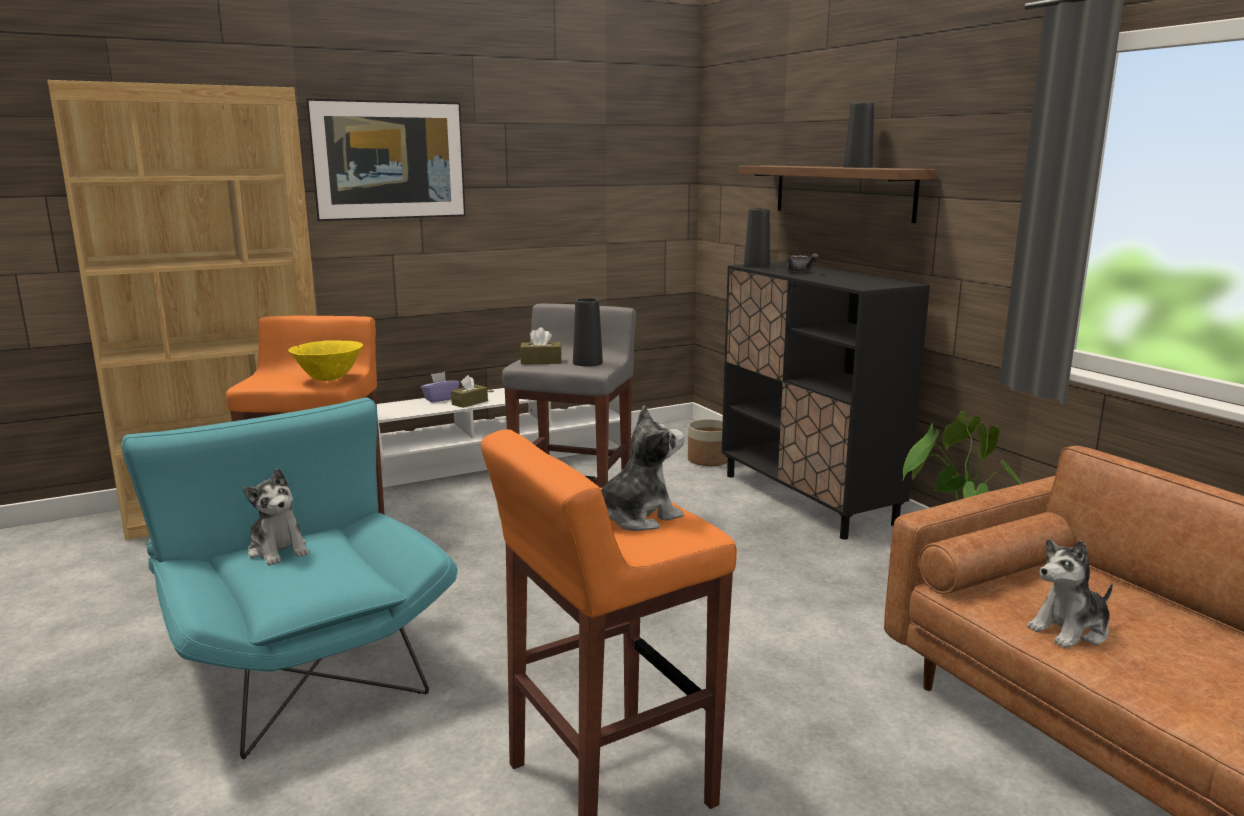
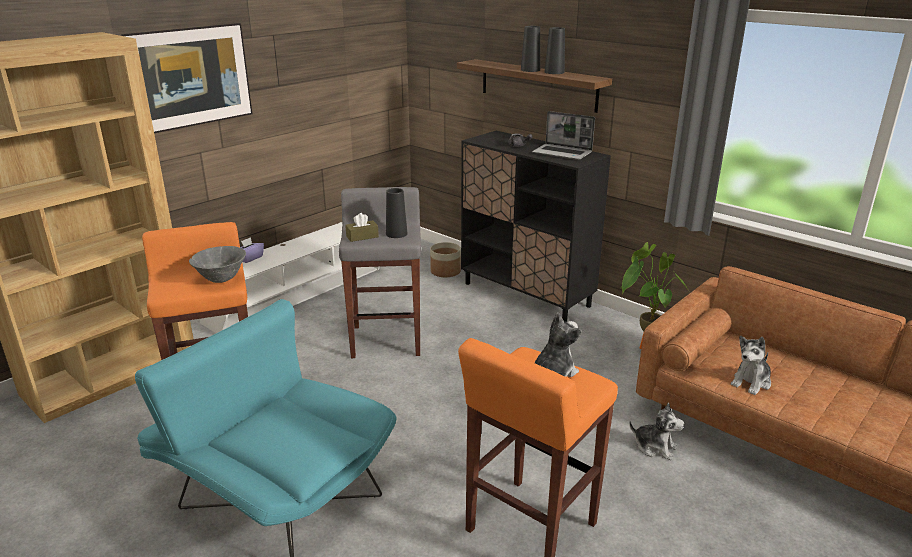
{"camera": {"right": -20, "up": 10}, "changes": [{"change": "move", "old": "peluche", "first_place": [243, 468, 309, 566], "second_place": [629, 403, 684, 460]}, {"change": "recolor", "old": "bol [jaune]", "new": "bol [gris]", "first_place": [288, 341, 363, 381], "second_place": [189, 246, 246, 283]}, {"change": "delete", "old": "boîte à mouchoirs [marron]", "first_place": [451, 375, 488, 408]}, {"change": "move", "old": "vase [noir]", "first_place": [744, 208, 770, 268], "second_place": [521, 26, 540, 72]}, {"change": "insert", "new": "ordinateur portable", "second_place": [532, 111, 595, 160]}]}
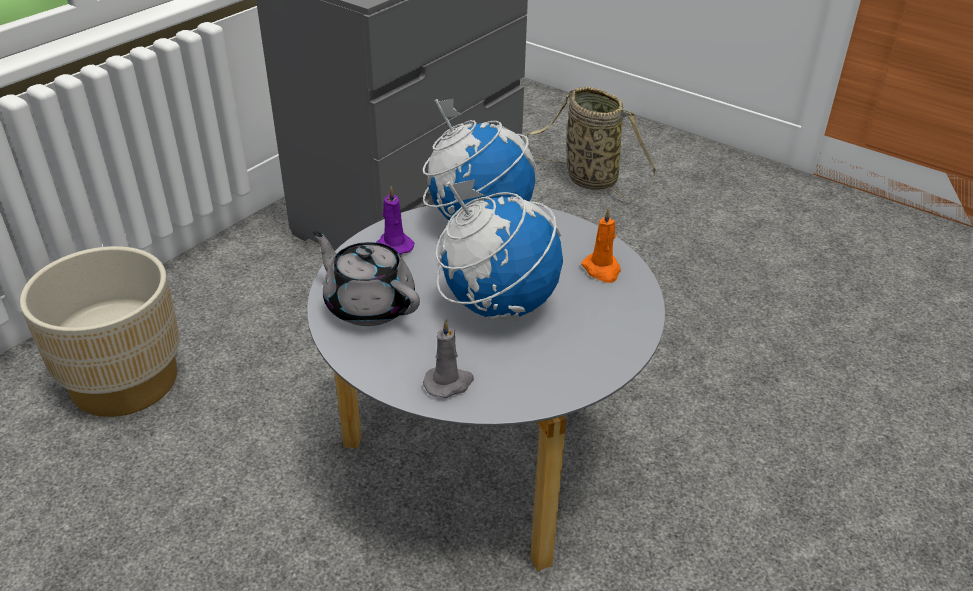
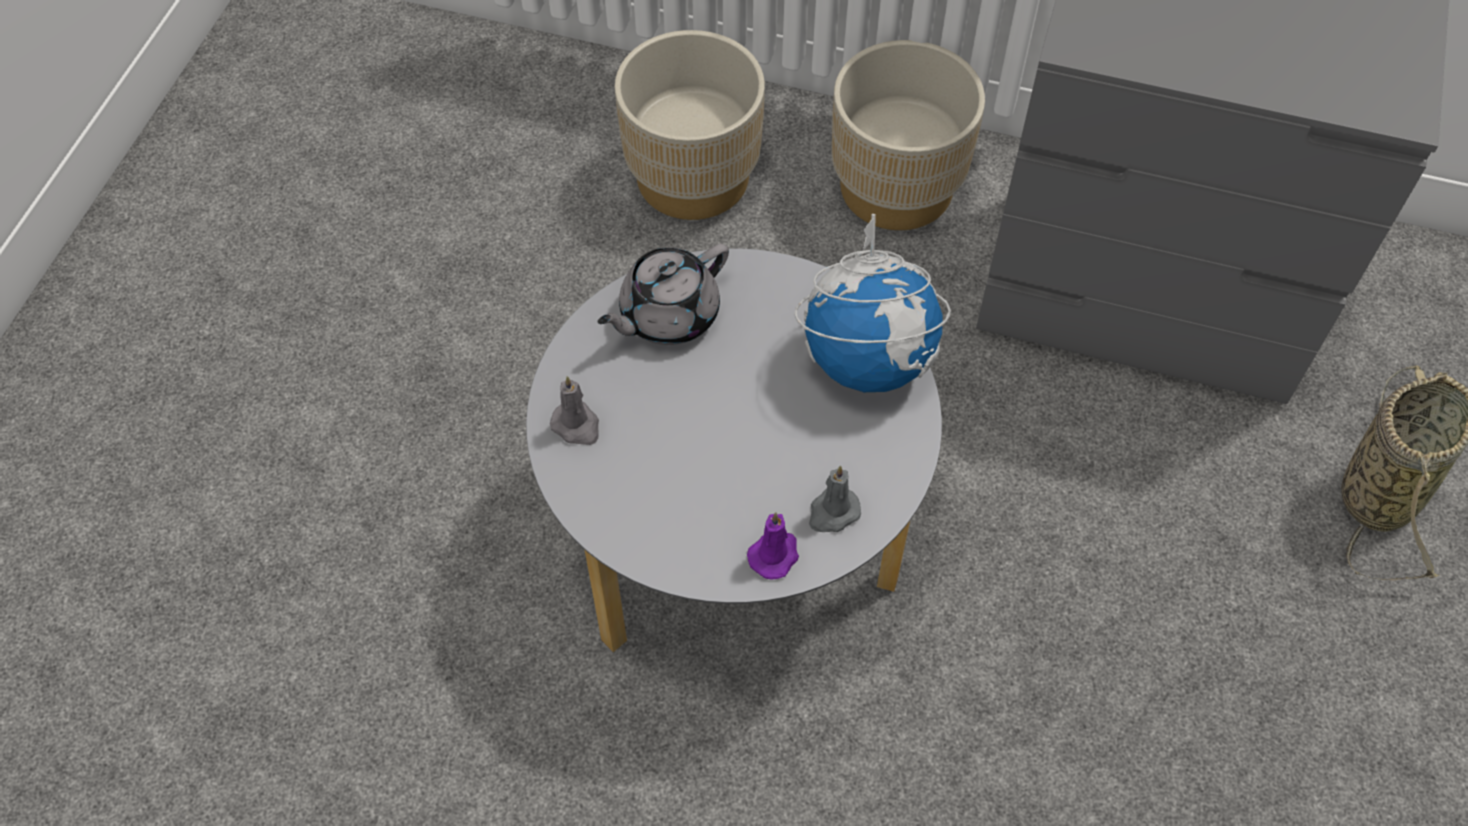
{"camera": {"right": 70, "up": 20}, "changes": [{"change": "rotate", "old": "théière [gris]", "first_place": [312, 231, 420, 326], "second_place": [598, 244, 729, 345], "degrees": -150}, {"change": "move", "old": "bougie [violet]", "first_place": [377, 186, 414, 255], "second_place": [747, 512, 799, 580]}, {"change": "delete", "old": "globe", "first_place": [436, 179, 563, 322]}, {"change": "recolor", "old": "bougie [orange]", "new": "bougie [gris]", "first_place": [581, 208, 621, 283], "second_place": [809, 466, 861, 532]}, {"change": "insert", "new": "cache-pot [beige]", "second_place": [832, 40, 985, 230]}]}
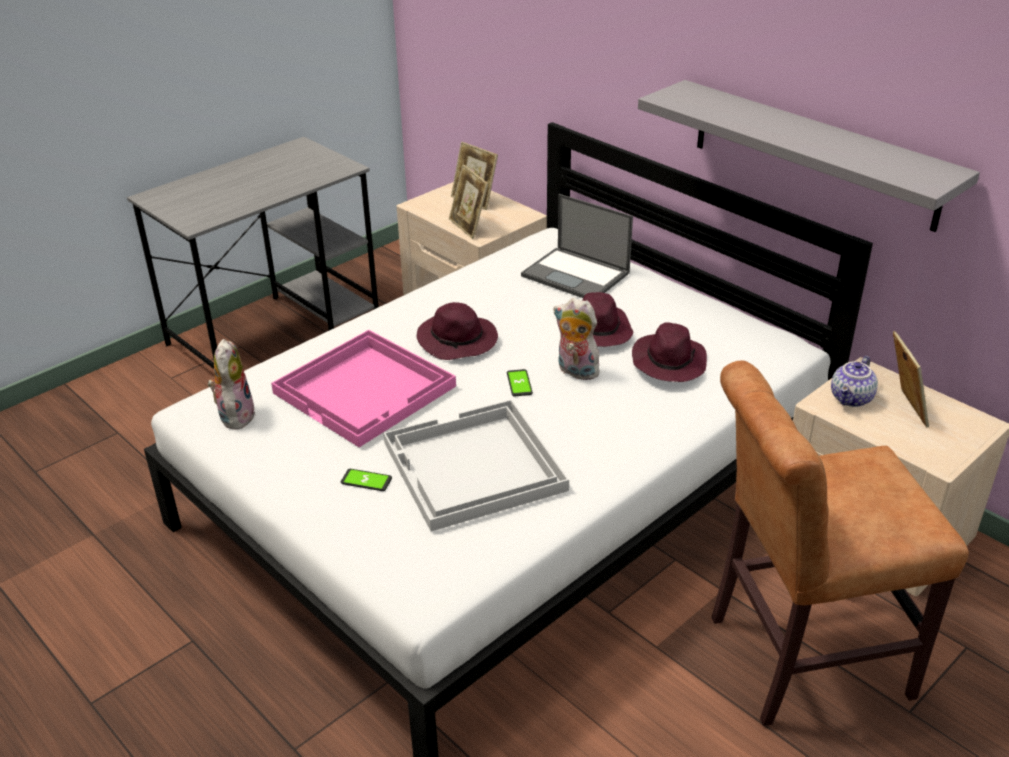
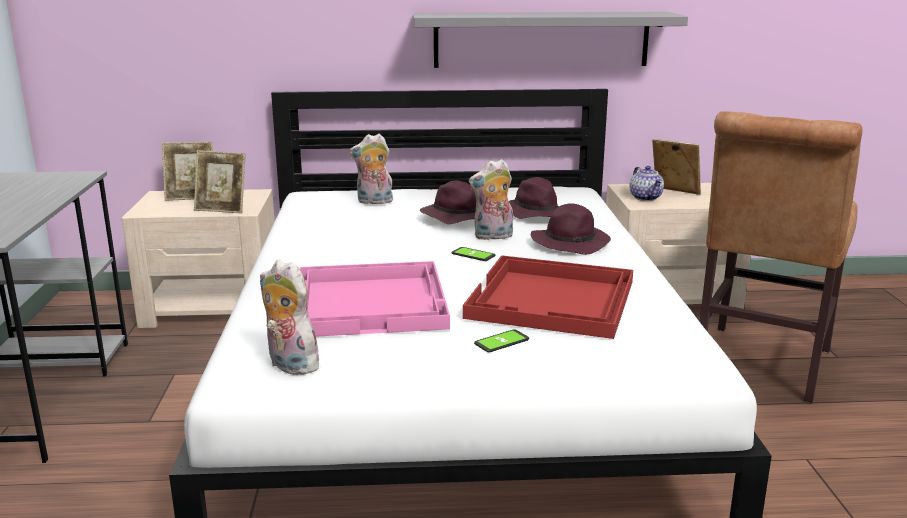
{"camera": {"right": -50, "up": -15}, "changes": [{"change": "recolor", "old": "plateau [blanc]", "new": "plateau [rouge]", "first_place": [384, 399, 569, 531], "second_place": [463, 255, 633, 339]}, {"change": "move", "old": "chapeau [violet]", "first_place": [417, 302, 498, 360], "second_place": [531, 203, 611, 255]}, {"change": "replace", "old": "ordinateur portable", "new": "peluche", "first_place": [521, 194, 633, 298], "second_place": [349, 134, 393, 204]}]}
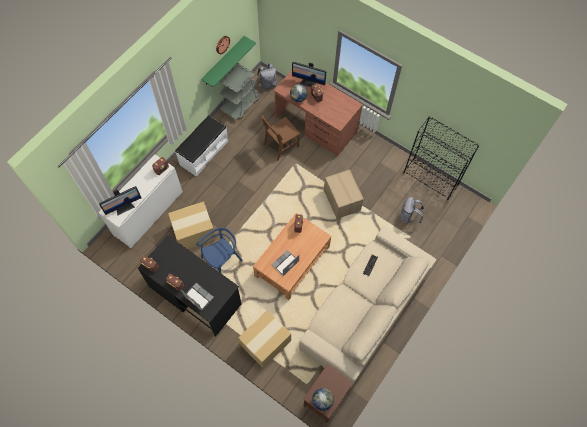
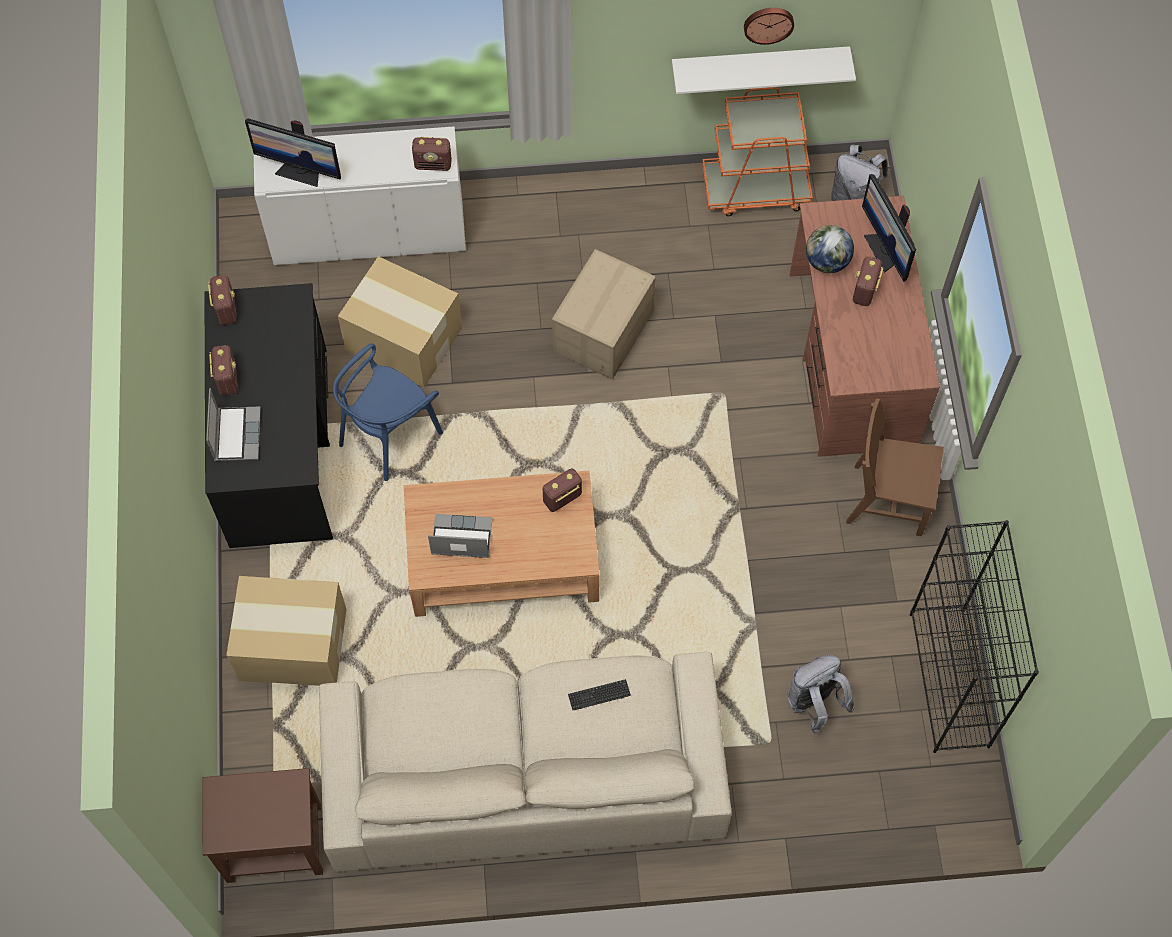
{"camera": {"right": 50, "up": 0}, "changes": [{"change": "delete", "old": "banc [blanc]", "first_place": [175, 115, 229, 177]}, {"change": "rotate", "old": "chaise [bleu]", "first_place": [196, 227, 242, 273], "second_place": [333, 343, 443, 481], "degrees": 120}, {"change": "recolor", "old": "étagère [vert]", "new": "étagère [blanc]", "first_place": [201, 36, 256, 87], "second_place": [672, 46, 856, 94]}, {"change": "recolor", "old": "chariot [gris]", "new": "chariot [orange]", "first_place": [220, 63, 260, 120], "second_place": [702, 87, 813, 216]}, {"change": "move", "old": "chaise [marron]", "first_place": [262, 115, 301, 161], "second_place": [846, 399, 944, 536]}, {"change": "delete", "old": "globe", "first_place": [312, 388, 334, 411]}, {"change": "move", "old": "carton", "first_place": [324, 170, 364, 219], "second_place": [552, 249, 656, 380]}]}
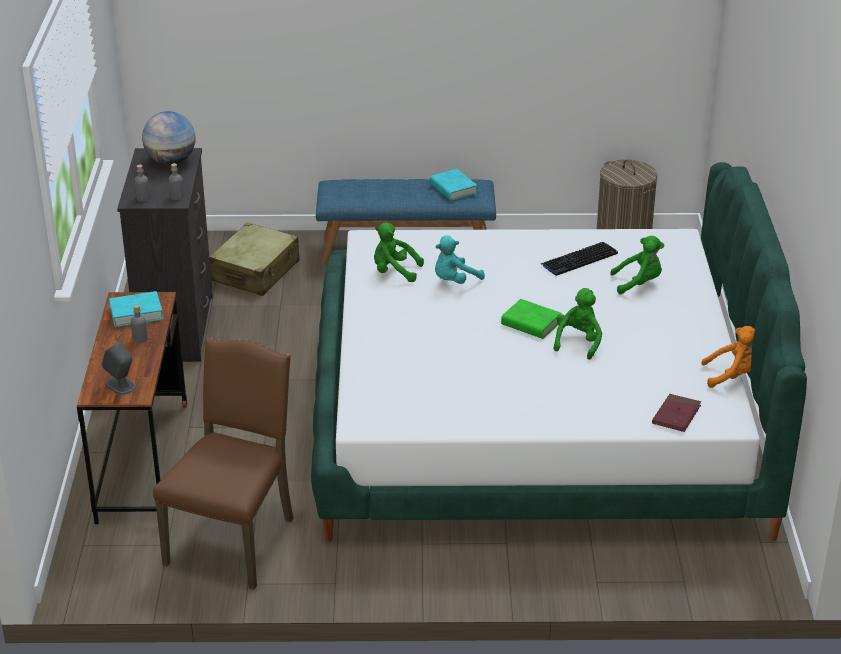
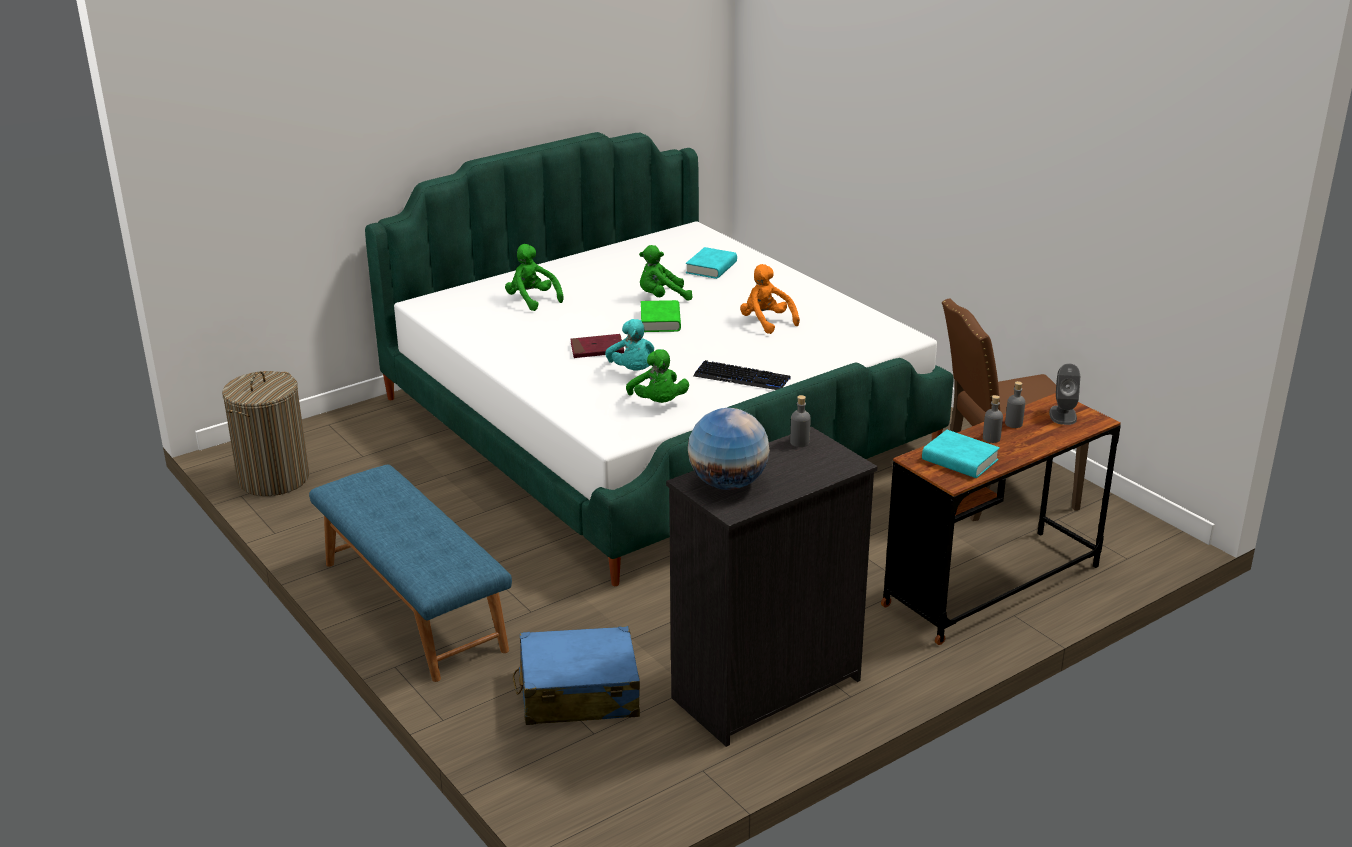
{"camera": {"right": -125, "up": -5}, "changes": [{"change": "move", "old": "bouteille [gris]", "first_place": [134, 165, 150, 202], "second_place": [1005, 381, 1025, 428]}, {"change": "recolor", "old": "valise [beige]", "new": "valise [bleu]", "first_place": [209, 222, 300, 296], "second_place": [513, 626, 640, 725]}, {"change": "move", "old": "livre [turquoise]", "first_place": [430, 169, 477, 201], "second_place": [686, 247, 737, 279]}, {"change": "rotate", "old": "peluche [turquoise]", "first_place": [435, 236, 485, 284], "second_place": [605, 319, 660, 371], "degrees": 60}, {"change": "move", "old": "clavier", "first_place": [541, 242, 618, 276], "second_place": [693, 360, 790, 390]}, {"change": "move", "old": "livre [rouge]", "first_place": [652, 394, 701, 432], "second_place": [570, 334, 624, 358]}, {"change": "move", "old": "peluche [orange]", "first_place": [701, 326, 755, 388], "second_place": [740, 264, 800, 334]}]}
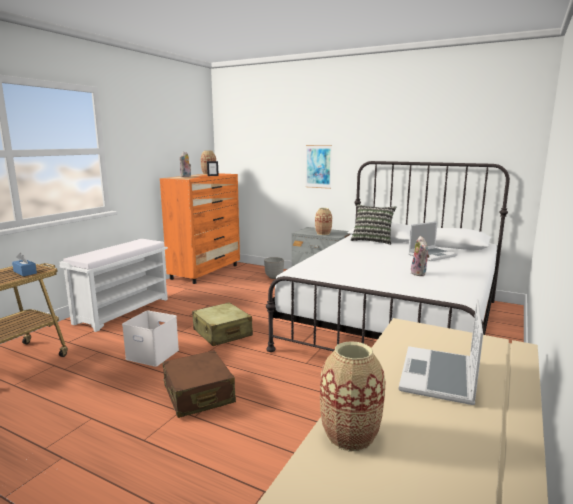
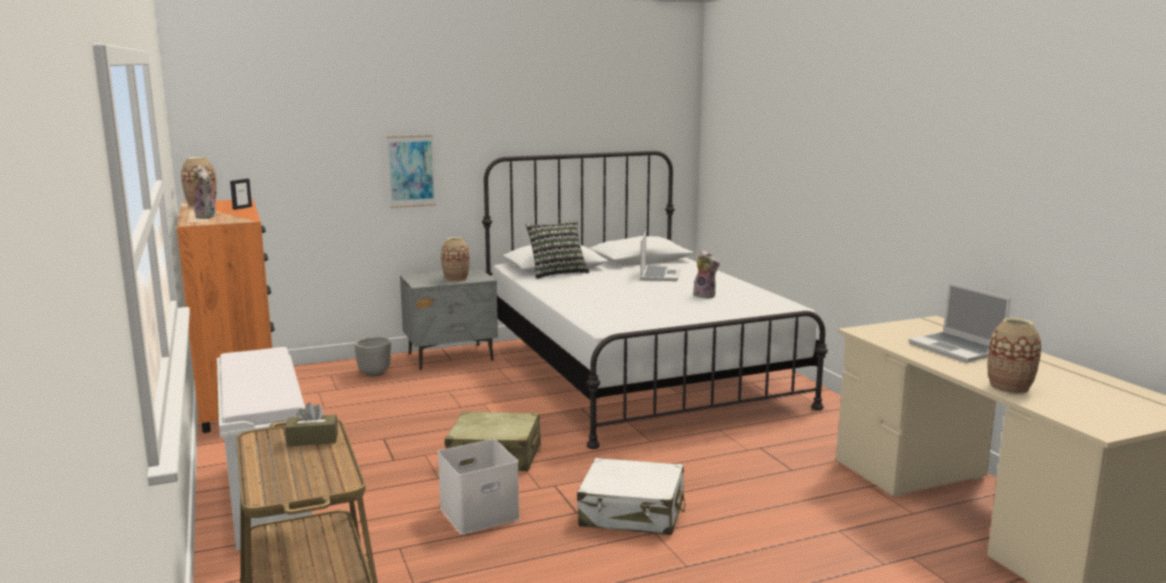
{"camera": {"right": -50, "up": 0}, "changes": [{"change": "recolor", "old": "boîte à mouchoirs [bleu]", "new": "boîte à mouchoirs [marron]", "first_place": [12, 253, 37, 276], "second_place": [285, 402, 338, 446]}, {"change": "recolor", "old": "valise [marron]", "new": "valise [blanc]", "first_place": [163, 350, 236, 418], "second_place": [577, 458, 686, 535]}]}
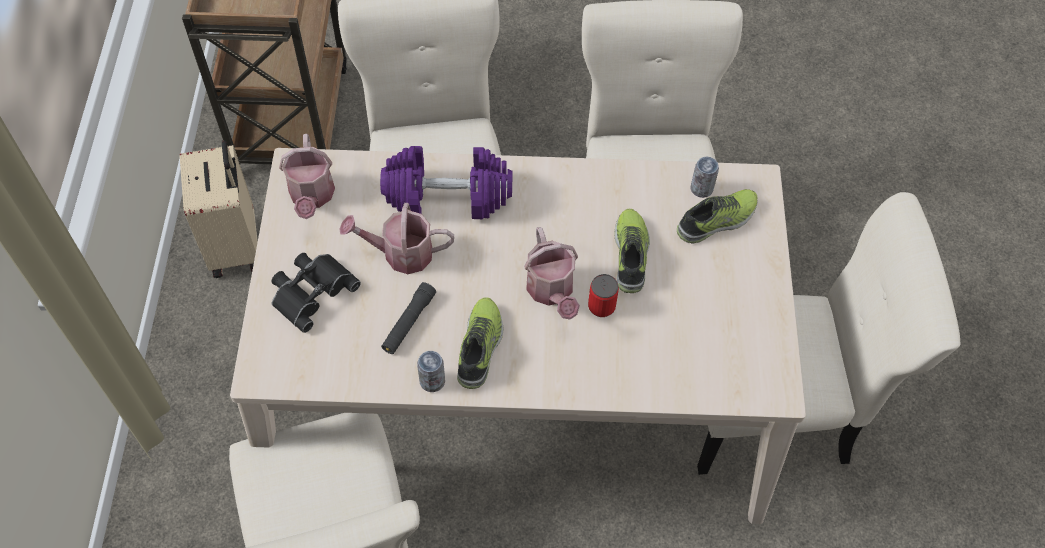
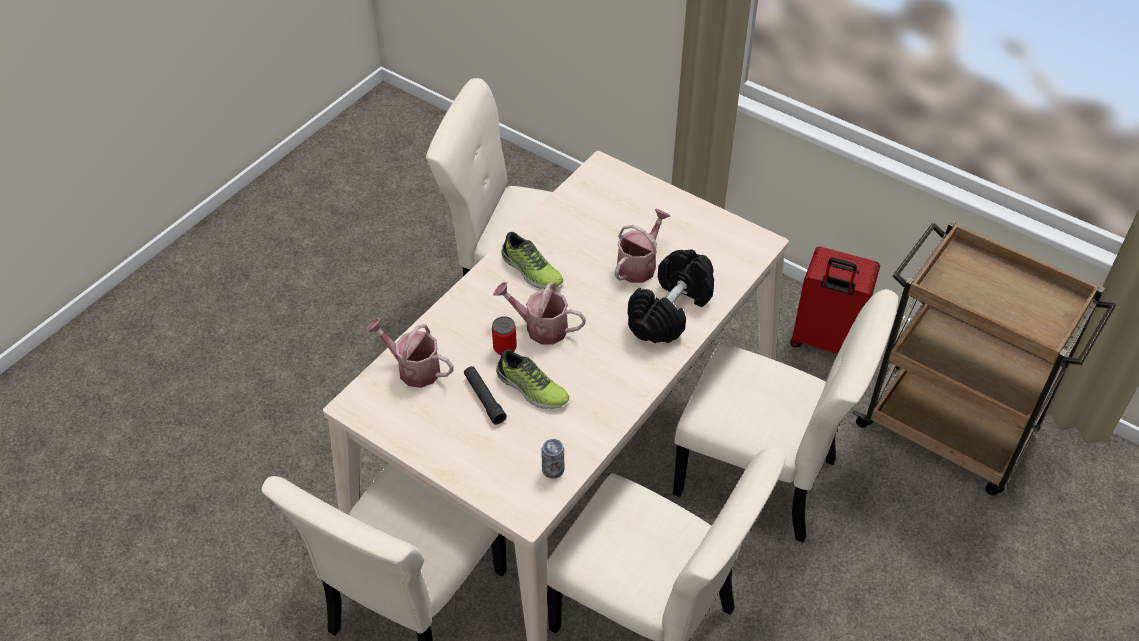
{"camera": {"right": 125, "up": -10}, "changes": [{"change": "recolor", "old": "valise [beige]", "new": "valise [rouge]", "first_place": [180, 141, 258, 278], "second_place": [790, 247, 880, 354]}, {"change": "delete", "old": "jumelles [noir]", "first_place": [271, 253, 361, 333]}, {"change": "move", "old": "arrosoir", "first_place": [279, 134, 335, 219], "second_place": [365, 318, 454, 388]}, {"change": "recolor", "old": "haltère [violet]", "new": "haltère [noir]", "first_place": [380, 146, 512, 219], "second_place": [628, 249, 714, 343]}, {"change": "move", "old": "lampe de poche [noir]", "first_place": [381, 282, 436, 354], "second_place": [464, 366, 507, 425]}, {"change": "delete", "old": "boîte métallique", "first_place": [417, 351, 445, 392]}, {"change": "delete", "old": "chaussure", "first_place": [677, 189, 757, 243]}]}
